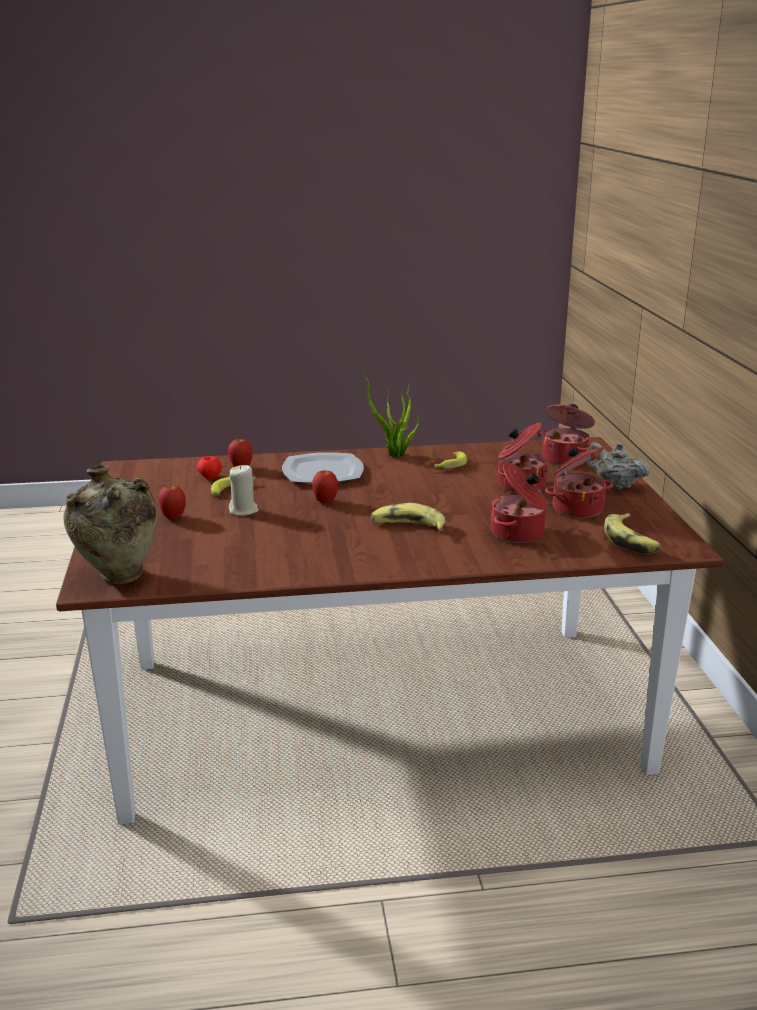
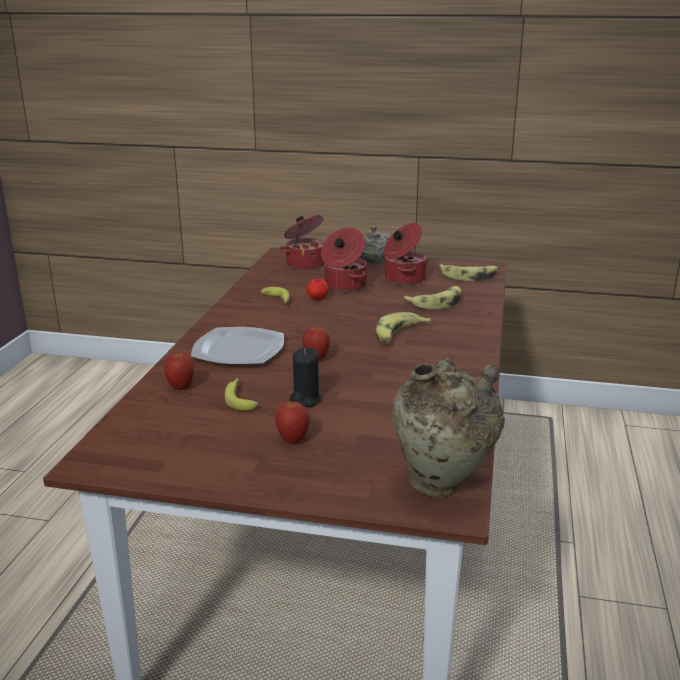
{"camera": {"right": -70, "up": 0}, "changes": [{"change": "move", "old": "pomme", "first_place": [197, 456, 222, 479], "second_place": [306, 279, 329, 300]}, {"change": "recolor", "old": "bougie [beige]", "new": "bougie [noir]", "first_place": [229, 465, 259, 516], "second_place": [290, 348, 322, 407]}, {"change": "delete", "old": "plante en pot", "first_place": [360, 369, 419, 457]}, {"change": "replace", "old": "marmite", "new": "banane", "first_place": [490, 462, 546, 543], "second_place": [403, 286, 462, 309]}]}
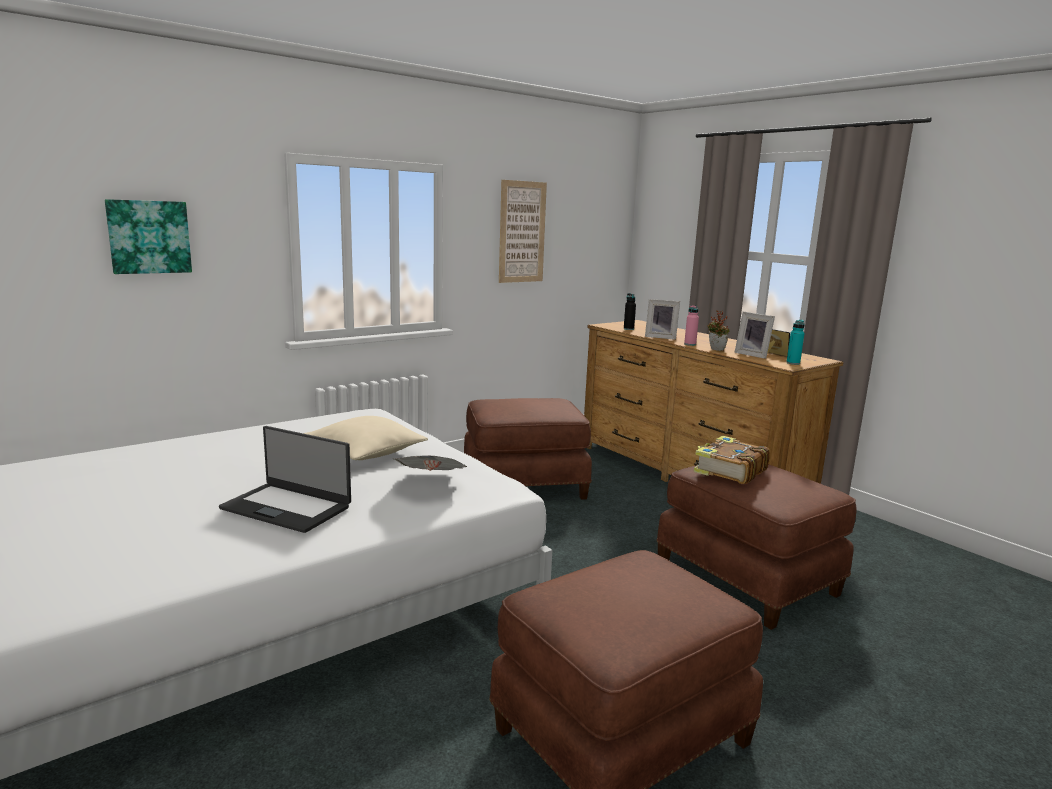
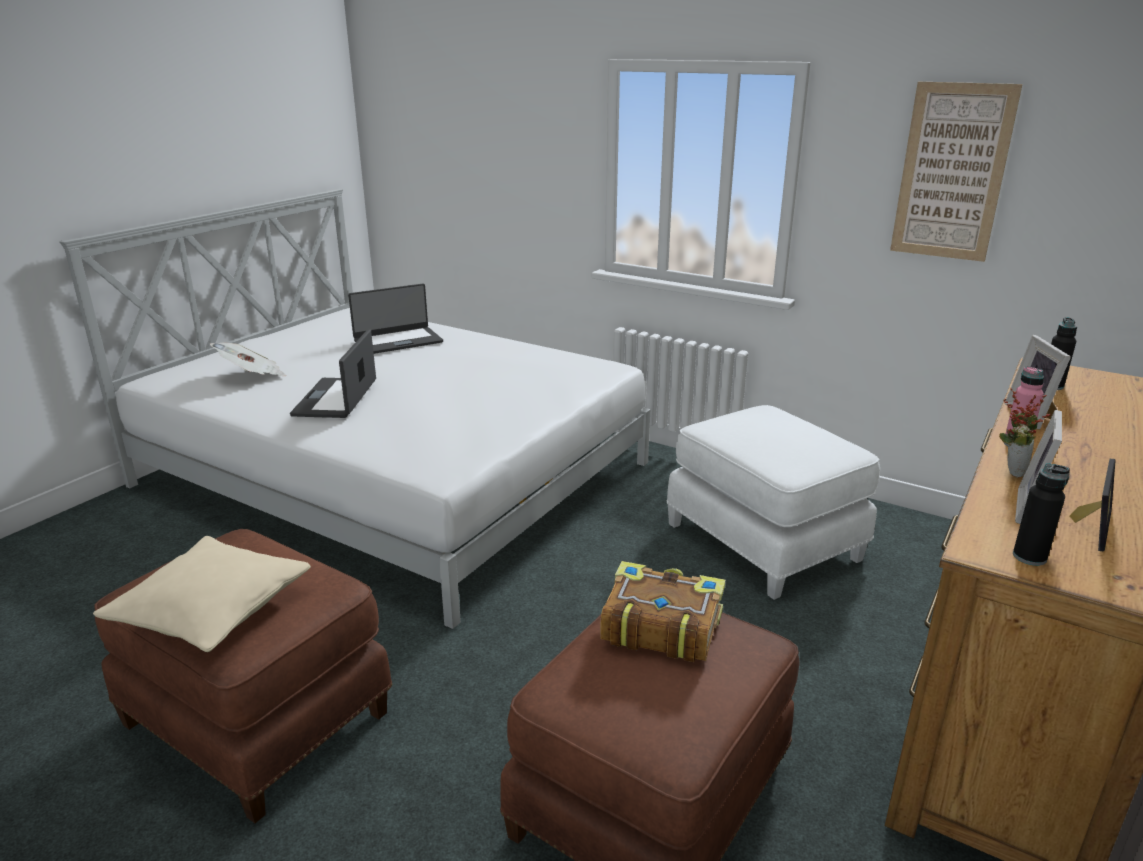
{"camera": {"right": 70, "up": 10}, "changes": [{"change": "delete", "old": "tableau", "first_place": [105, 199, 192, 274]}, {"change": "move", "old": "coussin [beige]", "first_place": [303, 416, 428, 460], "second_place": [93, 536, 311, 652]}, {"change": "move", "old": "journal", "first_place": [394, 456, 467, 471], "second_place": [210, 343, 286, 376]}, {"change": "recolor", "old": "pouf [marron]", "new": "pouf [blanc]", "first_place": [464, 398, 592, 500], "second_place": [667, 405, 880, 600]}, {"change": "recolor", "old": "bouteille [turquoise]", "new": "bouteille [noir]", "first_place": [786, 320, 805, 365], "second_place": [1013, 463, 1070, 566]}, {"change": "insert", "new": "ordinateur portable", "second_place": [348, 284, 443, 354]}]}
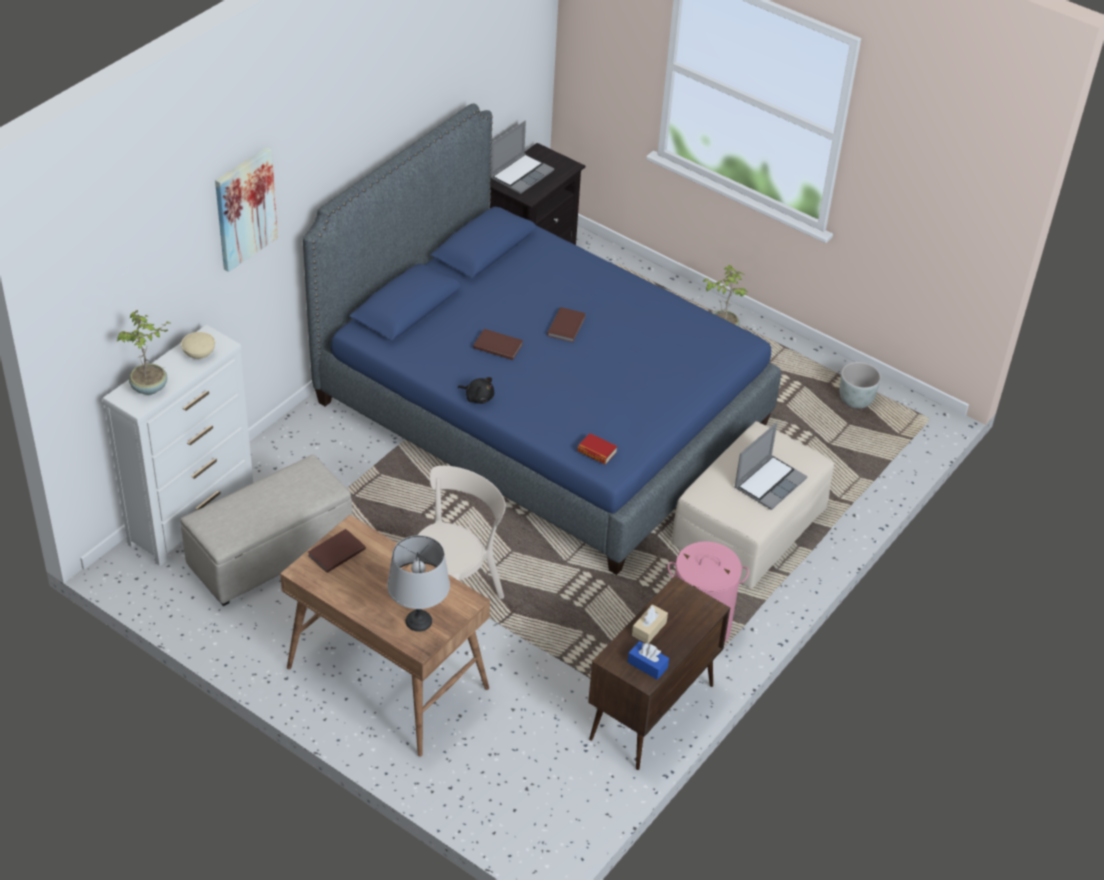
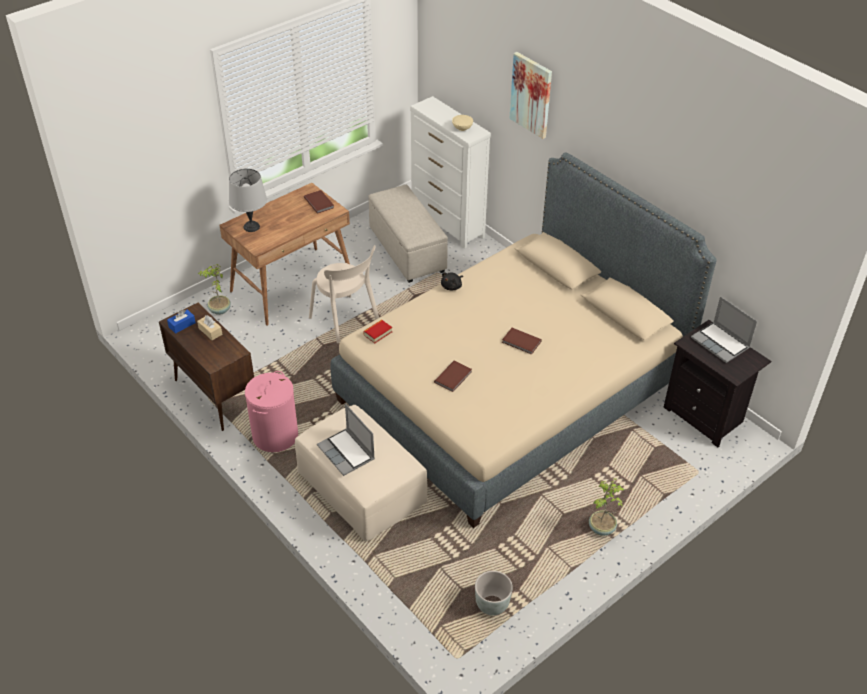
{"camera": {"right": 105, "up": 0}, "changes": [{"change": "move", "old": "plante en pot", "first_place": [116, 310, 172, 395], "second_place": [198, 264, 231, 315]}, {"change": "recolor", "old": "lit [bleu]", "new": "lit [beige]", "first_place": [303, 104, 781, 575], "second_place": [330, 153, 717, 528]}, {"change": "move", "old": "livre [marron]", "first_place": [473, 329, 523, 360], "second_place": [434, 361, 472, 392]}]}
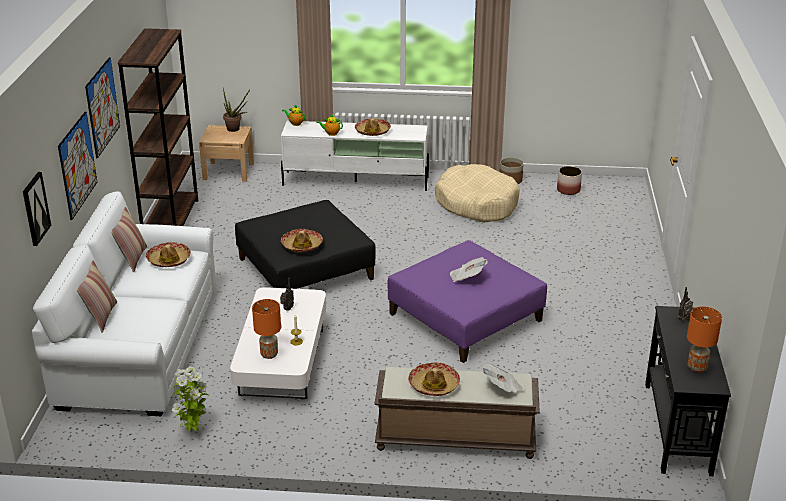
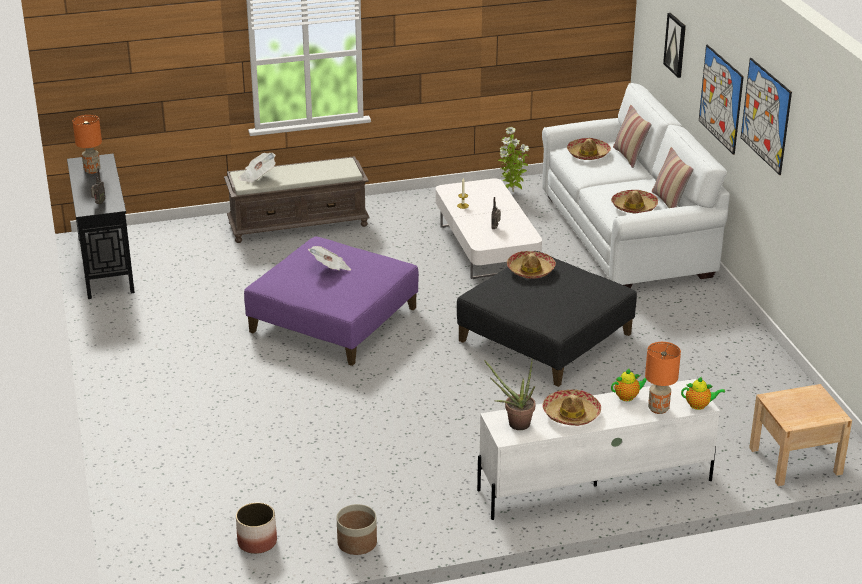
{"camera": {"right": 160, "up": 0}, "changes": [{"change": "delete", "old": "bibliothèque [marron]", "first_place": [118, 28, 198, 226]}, {"change": "move", "old": "plante en pot", "first_place": [223, 88, 250, 132], "second_place": [484, 360, 536, 430]}, {"change": "move", "old": "lampe de table [orange]", "first_place": [252, 299, 281, 359], "second_place": [645, 342, 681, 414]}, {"change": "move", "old": "chapeau", "first_place": [408, 362, 460, 396], "second_place": [567, 138, 611, 160]}, {"change": "delete", "old": "panier pour chien [beige]", "first_place": [435, 164, 520, 223]}]}
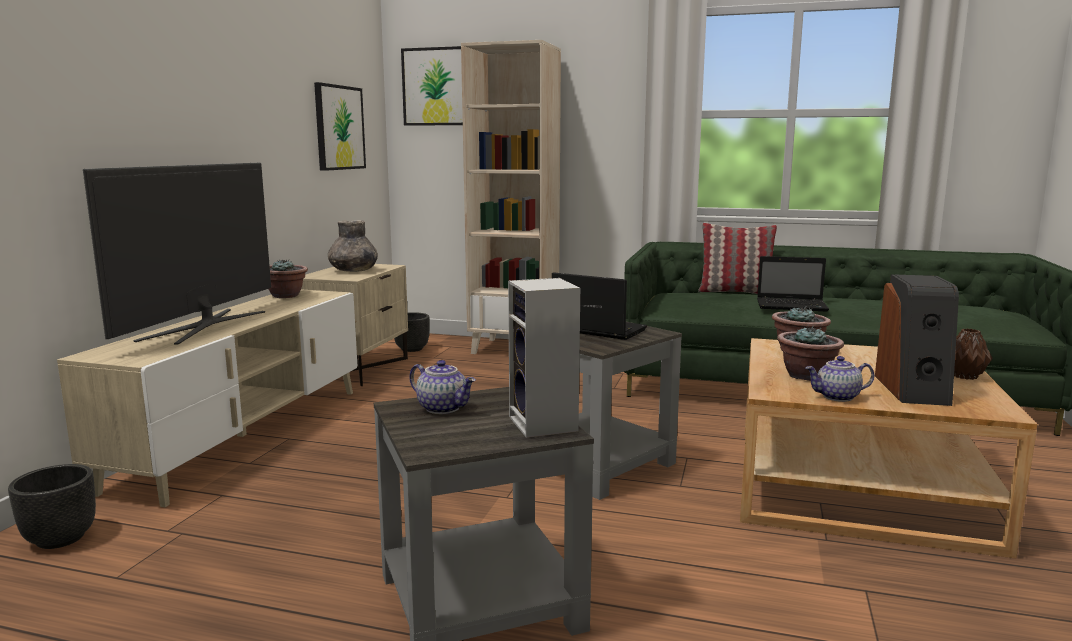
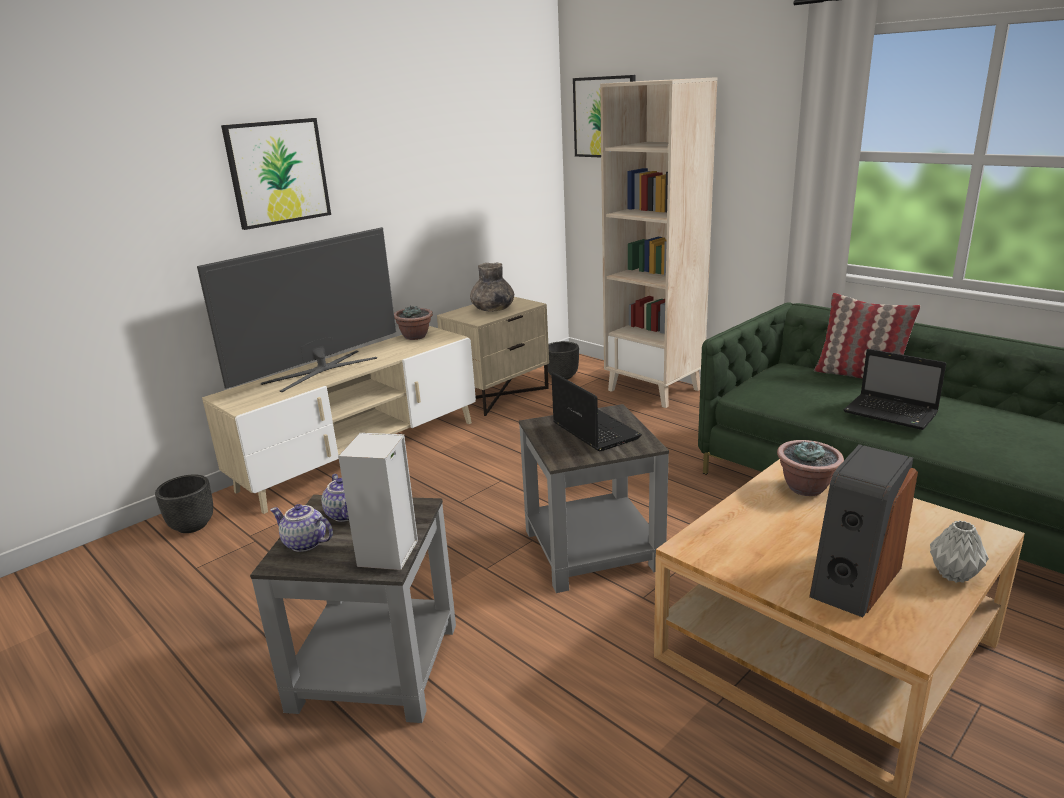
{"camera": {"right": 30, "up": 10}, "changes": [{"change": "move", "old": "tableau", "first_place": [314, 82, 366, 171], "second_place": [221, 118, 331, 230]}, {"change": "delete", "old": "plante en pot", "first_place": [777, 326, 844, 381]}, {"change": "move", "old": "théière", "first_place": [806, 356, 874, 402], "second_place": [270, 504, 333, 552]}, {"change": "recolor", "old": "vase [marron]", "new": "vase [gris]", "first_place": [954, 329, 992, 380], "second_place": [930, 520, 989, 583]}]}
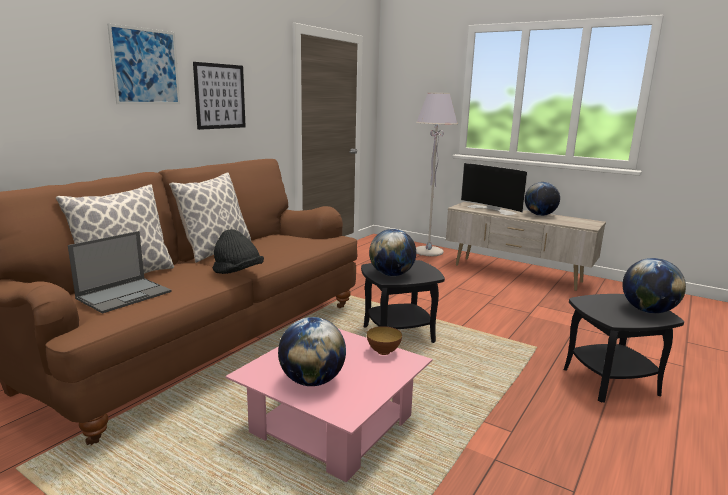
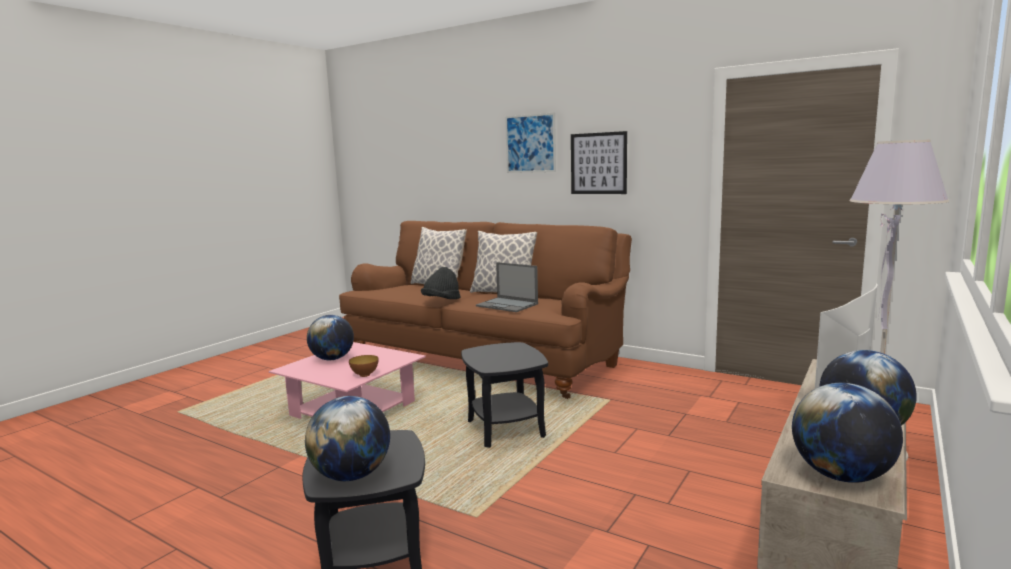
{"camera": {"right": 90, "up": -5}, "changes": [{"change": "move", "old": "ordinateur portable", "first_place": [68, 231, 172, 313], "second_place": [476, 262, 538, 312]}, {"change": "move", "old": "globe", "first_place": [369, 229, 416, 276], "second_place": [792, 383, 903, 483]}]}
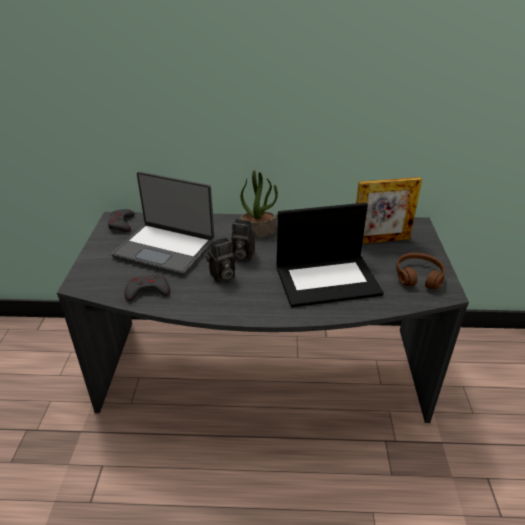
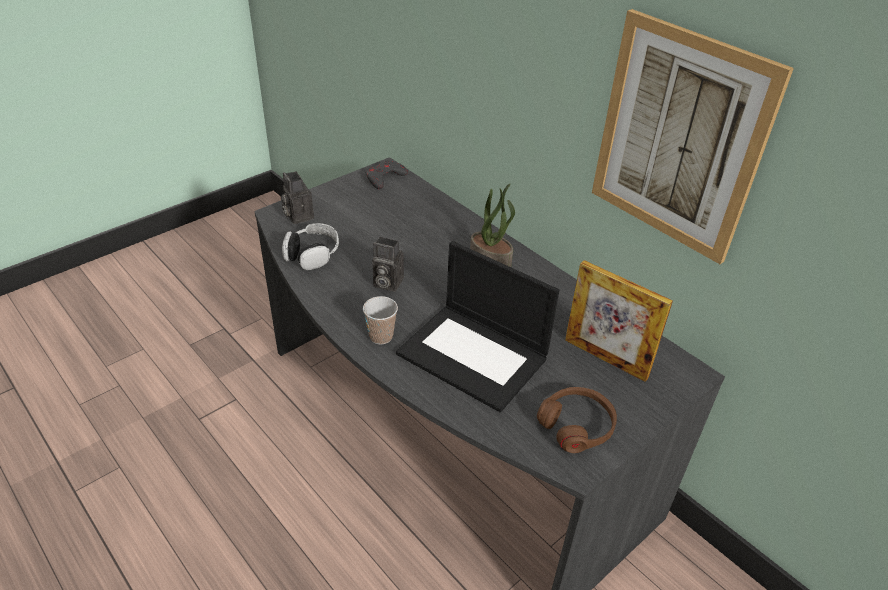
{"camera": {"right": 45, "up": 5}, "changes": [{"change": "delete", "old": "ordinateur portable", "first_place": [111, 171, 214, 276]}, {"change": "replace", "old": "manette [gris]", "new": "casque audio", "first_place": [125, 274, 170, 301], "second_place": [282, 223, 339, 270]}, {"change": "move", "old": "appareil photo", "first_place": [231, 219, 255, 262], "second_place": [281, 171, 314, 224]}, {"change": "insert", "new": "tasse", "second_place": [363, 296, 398, 345]}, {"change": "insert", "new": "tableau", "second_place": [592, 9, 794, 264]}]}
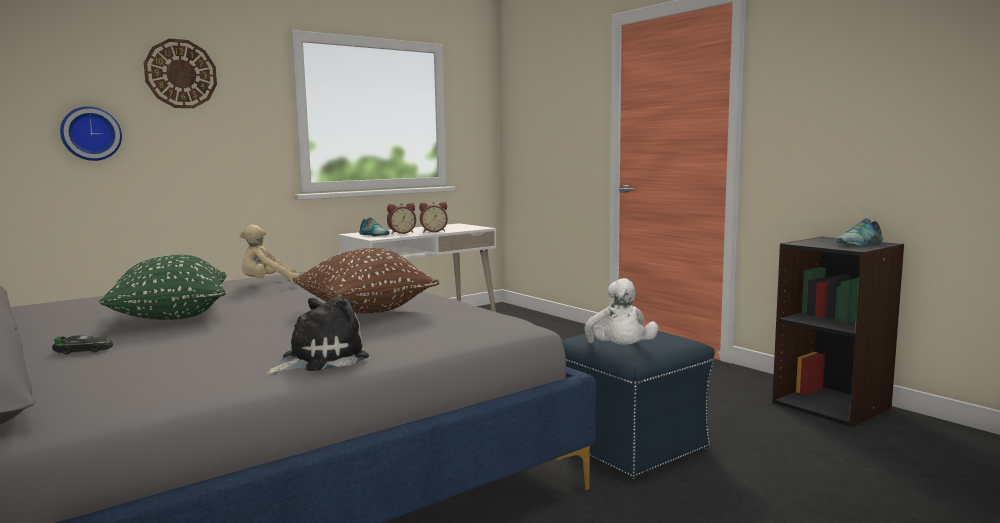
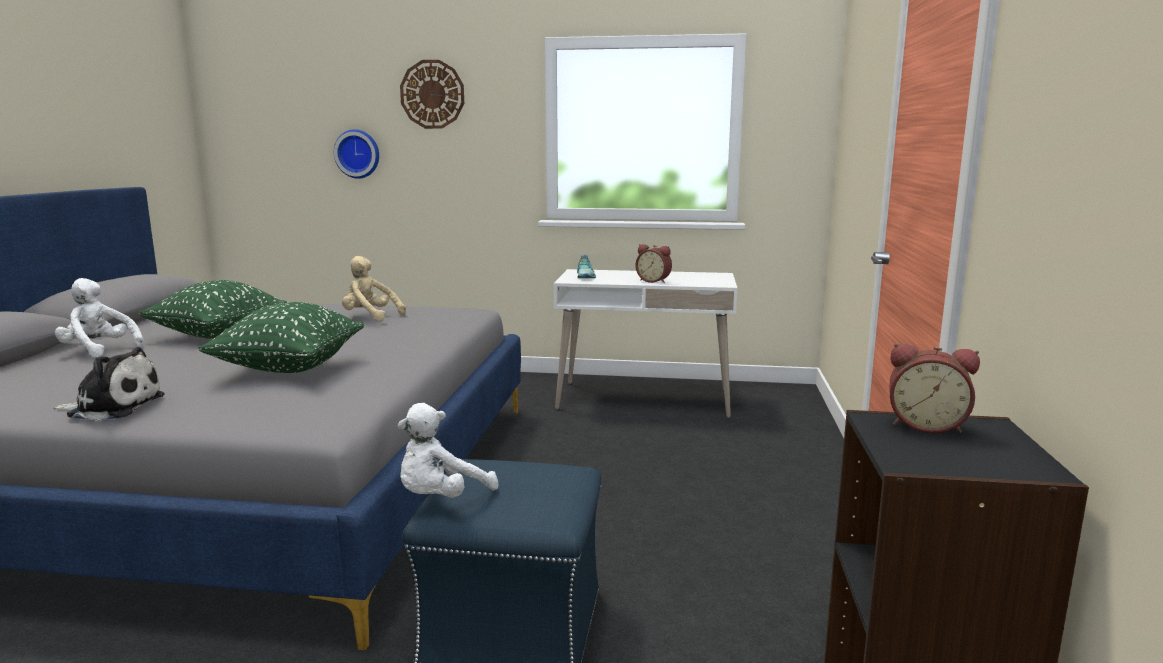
{"camera": {"right": 45, "up": 5}, "changes": [{"change": "replace", "old": "petite voiture", "new": "peluche [blanc]", "first_place": [52, 335, 113, 354], "second_place": [55, 278, 144, 358]}, {"change": "recolor", "old": "coussin [marron]", "new": "coussin [vert]", "first_place": [292, 248, 439, 313], "second_place": [198, 302, 364, 373]}, {"change": "move", "old": "réveil", "first_place": [387, 203, 416, 234], "second_place": [889, 344, 980, 433]}, {"change": "delete", "old": "chaussure", "first_place": [836, 218, 883, 246]}]}
